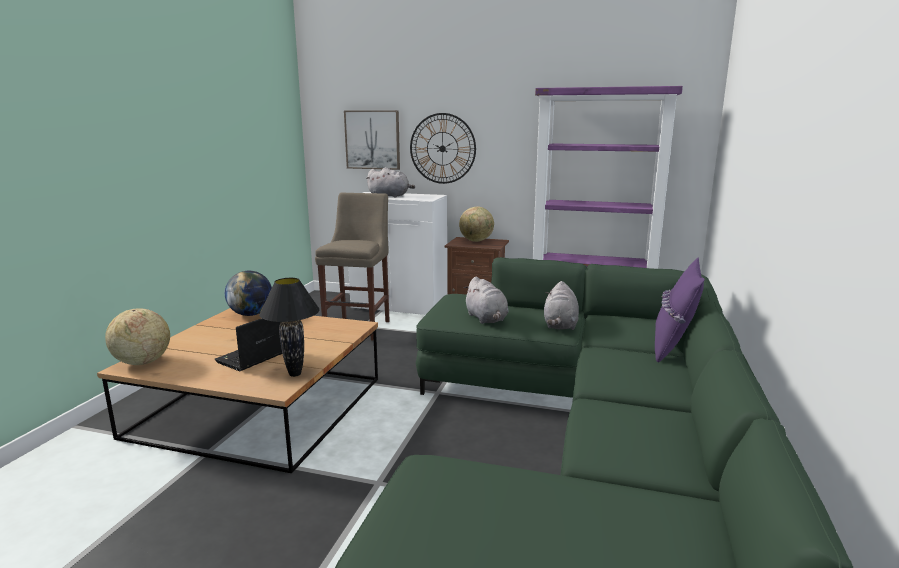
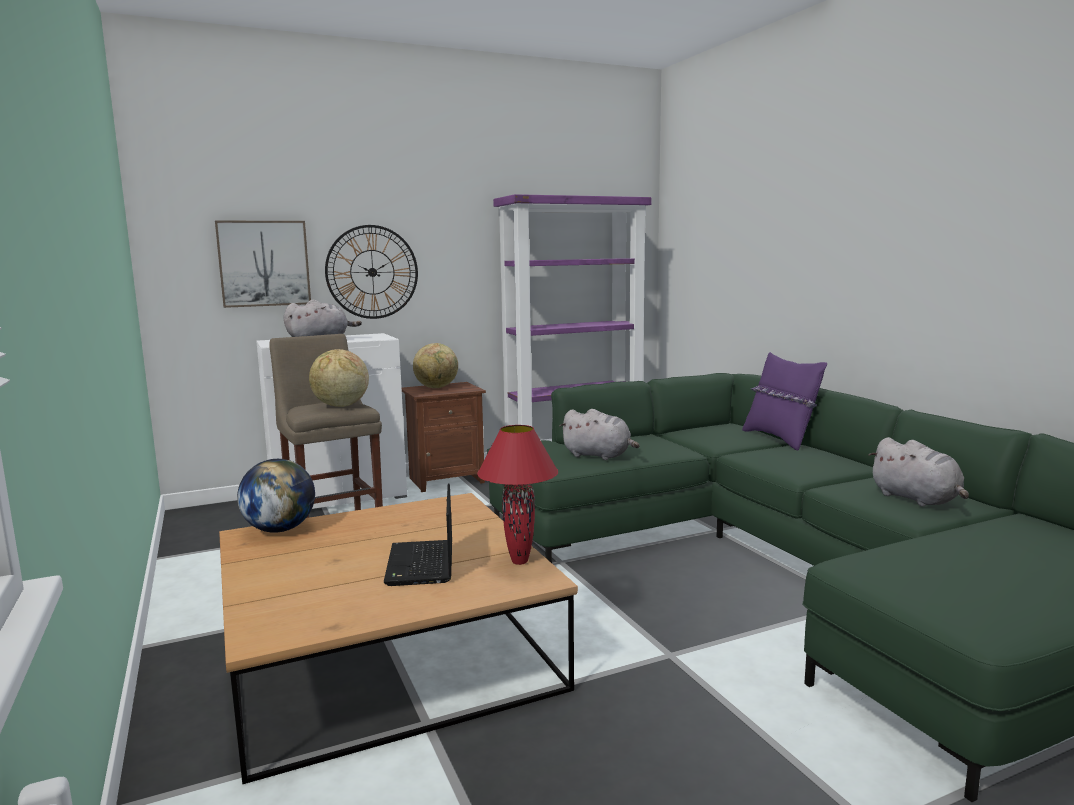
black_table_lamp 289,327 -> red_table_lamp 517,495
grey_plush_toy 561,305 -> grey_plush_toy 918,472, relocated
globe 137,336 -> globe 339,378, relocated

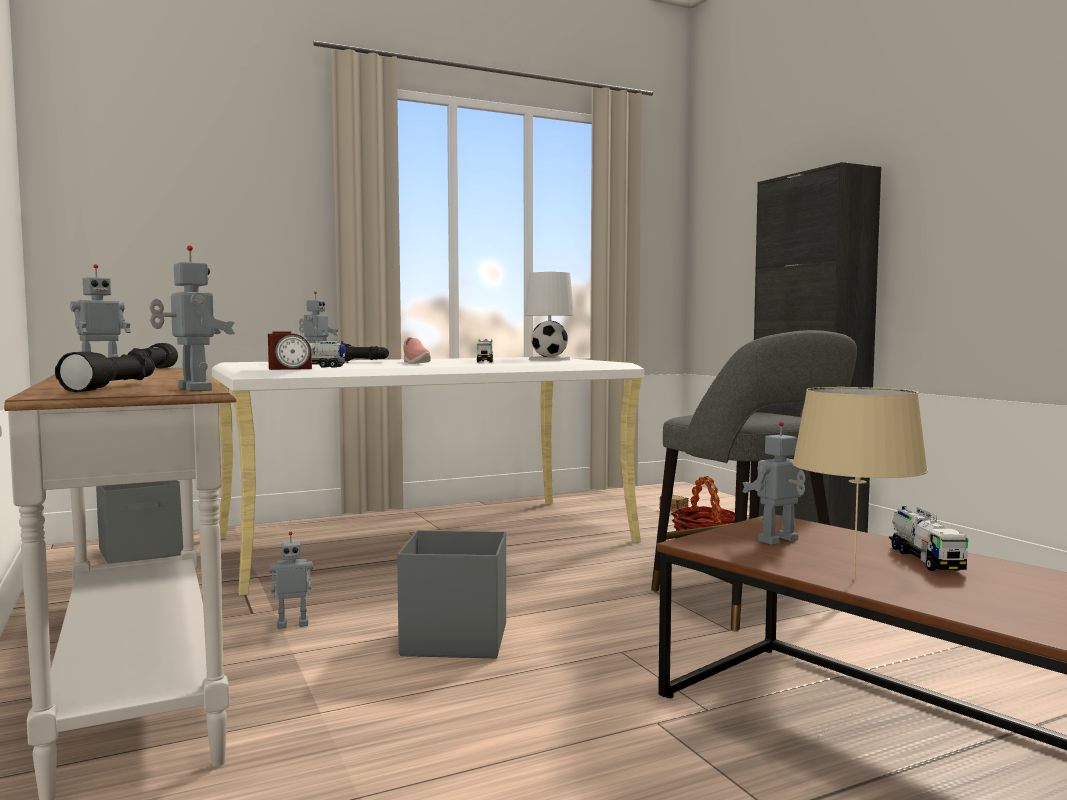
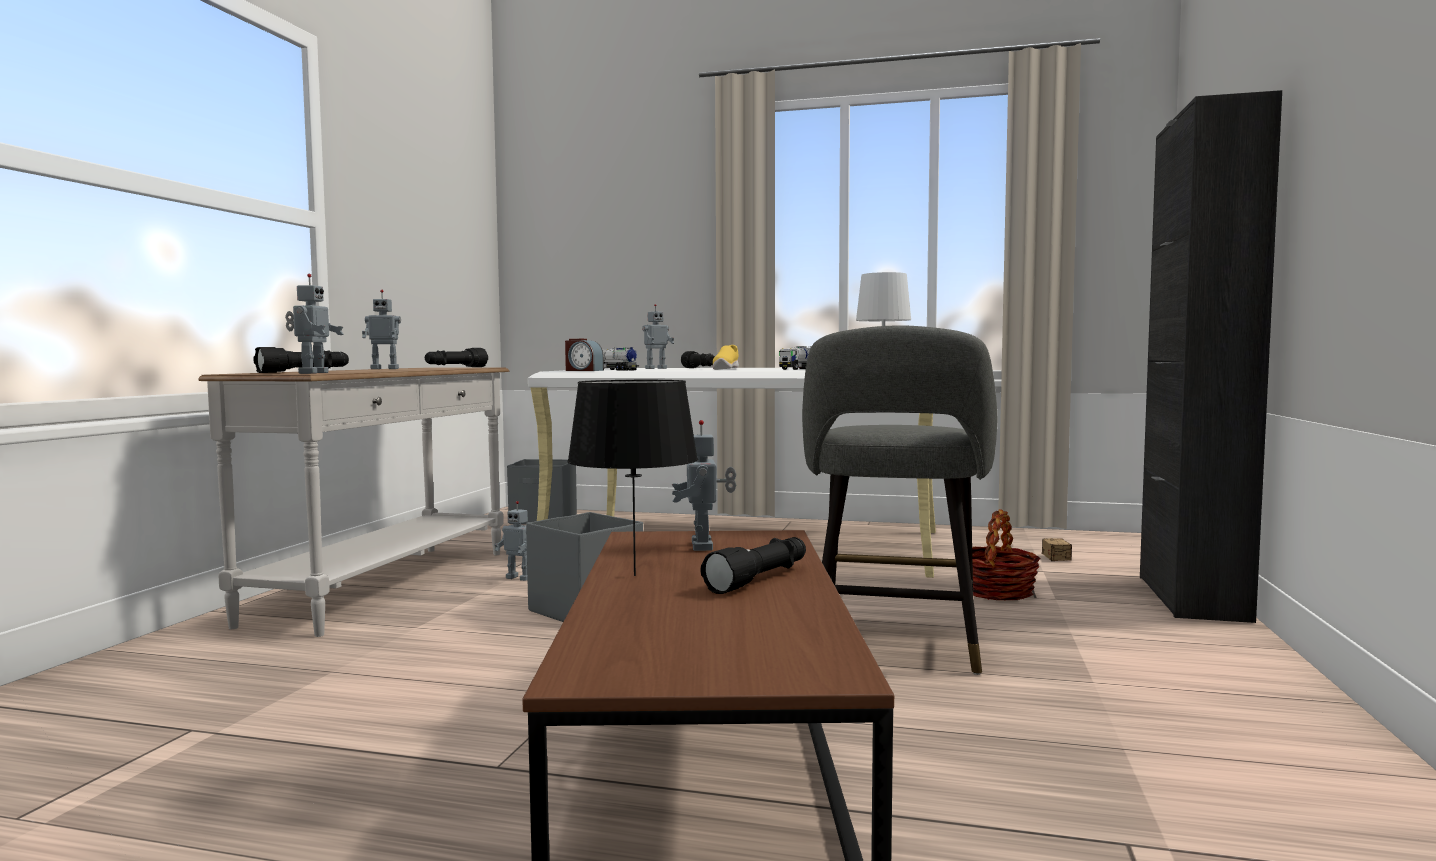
pink_shoe 417,350 -> yellow_shoe 725,357
beige_table_lamp 860,482 -> black_table_lamp 632,478
toy_robot 774,483 -> toy_robot 704,485, 105 degrees counterclockwise
toy_truck 928,538 -> black_flashlight 753,565

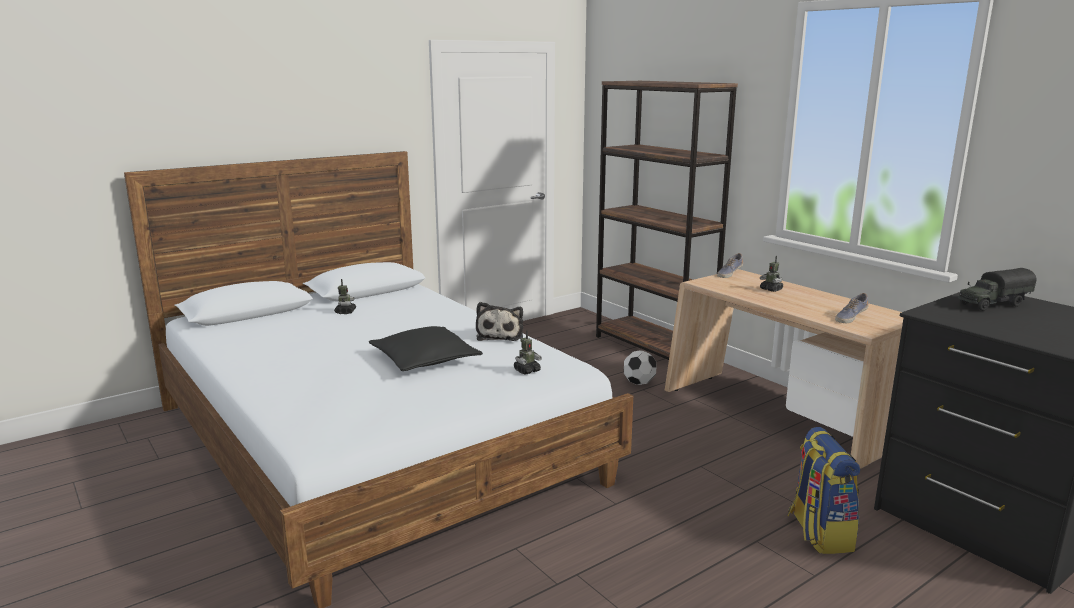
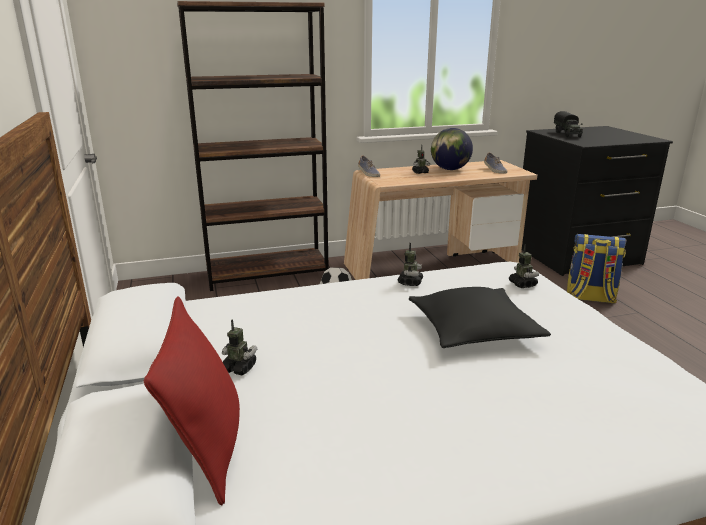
plush_toy 499,321 -> toy_robot 410,264
none -> globe 452,149
none -> red_pillow 192,400

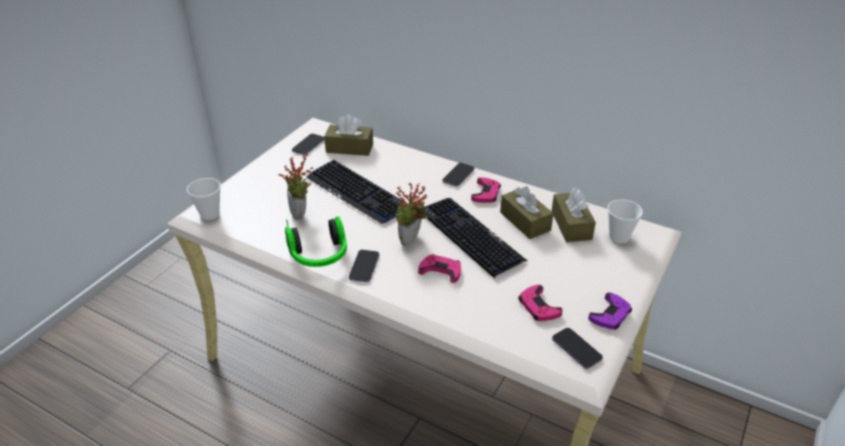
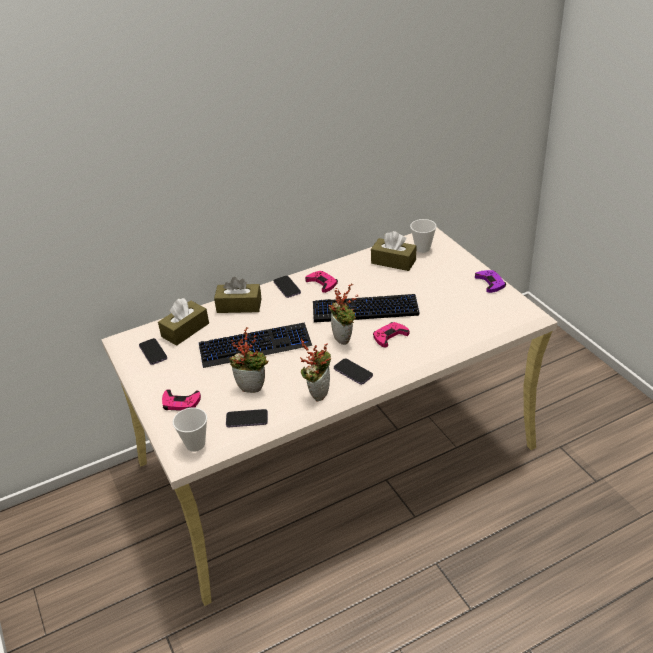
brown_tissue_box 527,213 -> brown_tissue_box 238,295, relocated
headphones 316,241 -> potted_plant 315,370
pink_game_controller 540,303 -> pink_game_controller 181,400, relocated
phone 577,348 -> phone 247,418, relocated

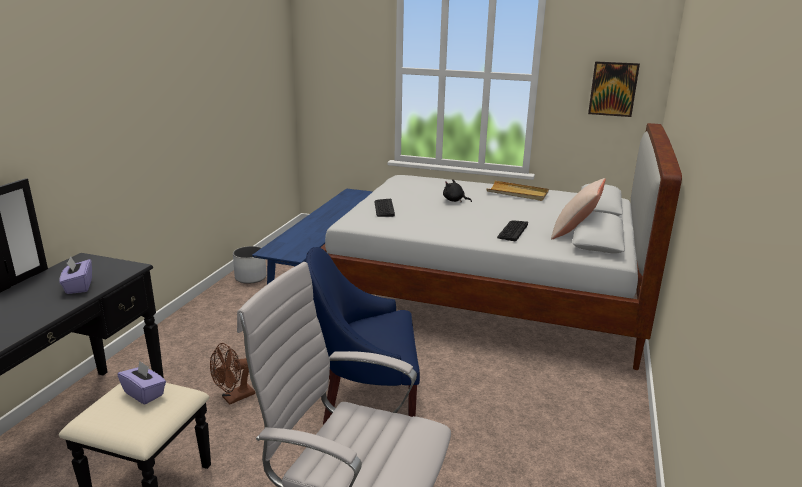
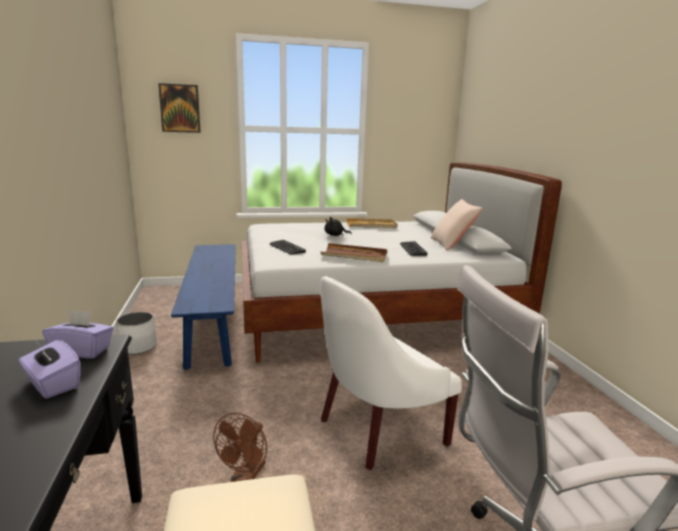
picture 614,89 -> picture 179,108, relocated
blue_armchair 363,336 -> white_armchair 391,373
purple_tissue_box 142,382 -> purple_tissue_box 77,334, relocated
none -> brown_tray 354,252

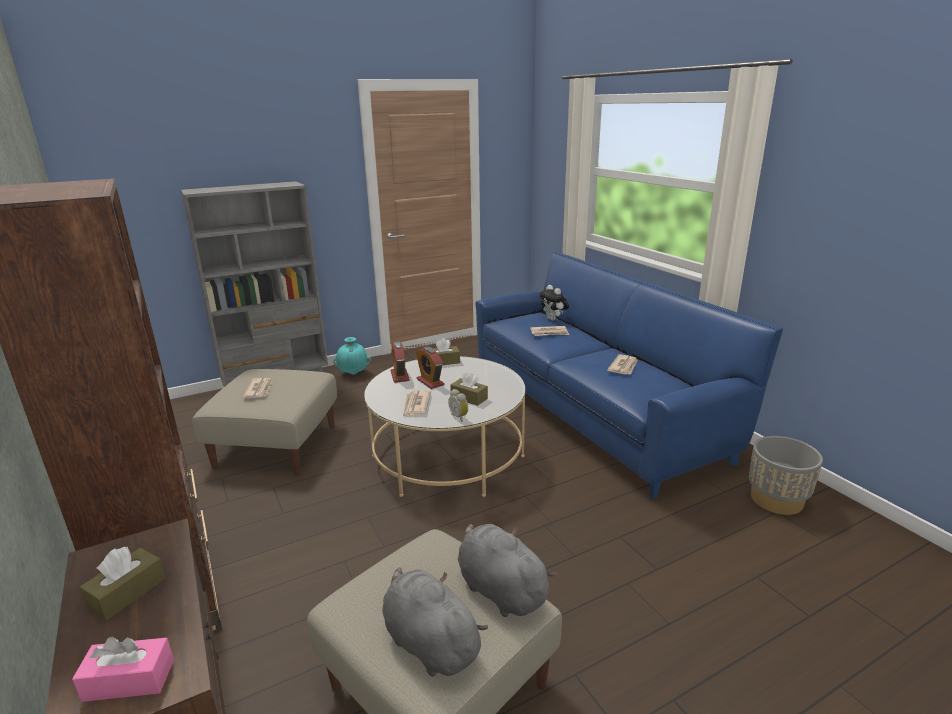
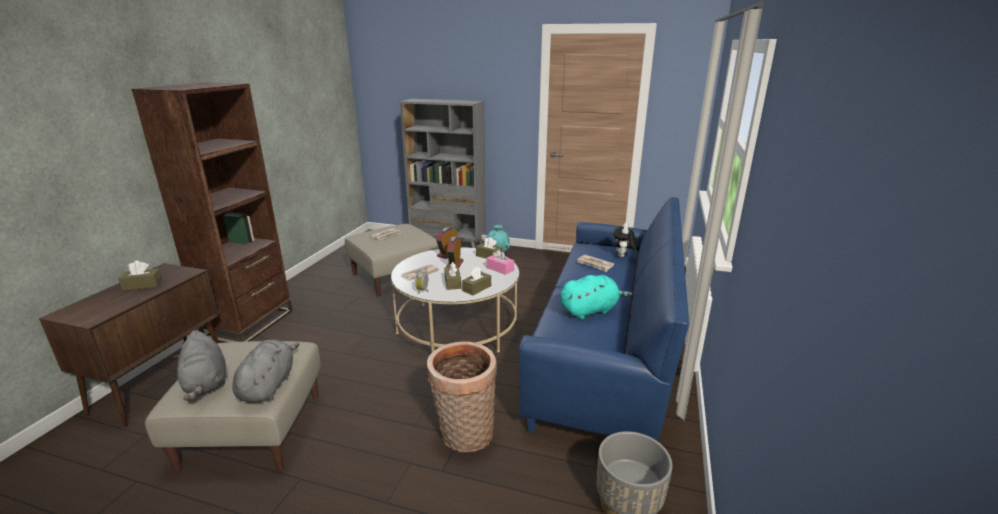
newspaper 622,364 -> turquoise_plush_toy 596,297
grey_plush_toy 435,621 -> grey_plush_toy 199,365, 150 degrees clockwise
pink_tissue_box 123,669 -> pink_tissue_box 500,262, relocated
none -> brown_tissue_box 476,281
none -> basket 462,396

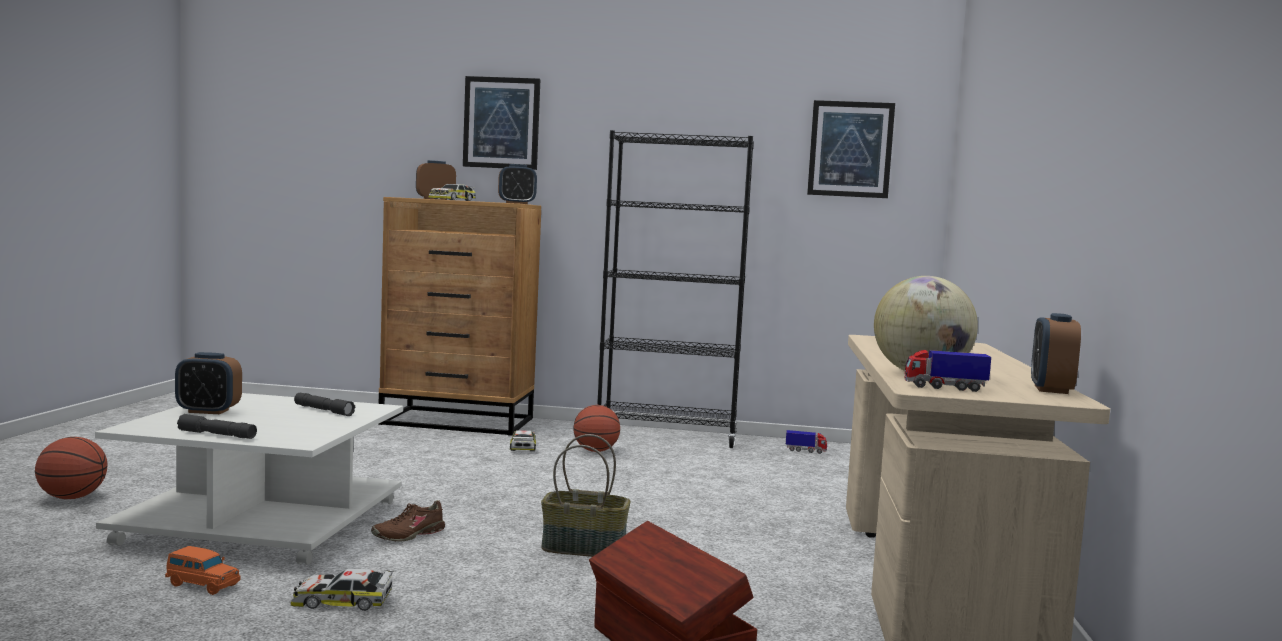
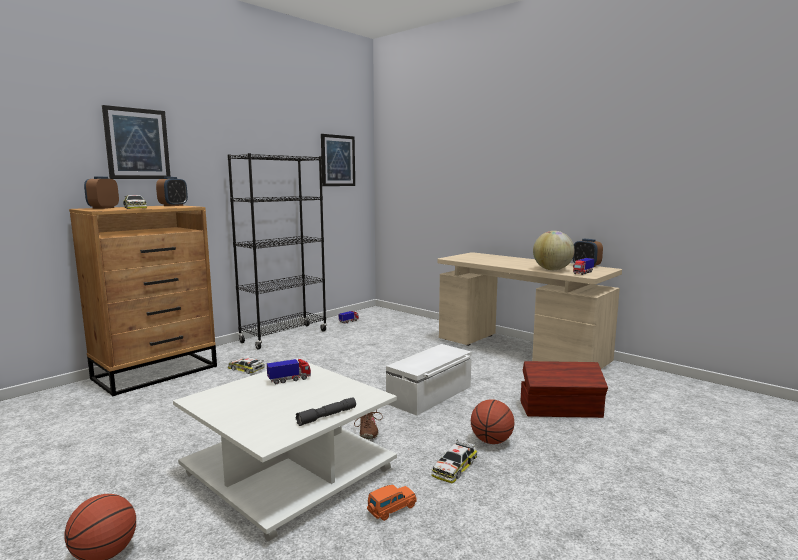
alarm_clock 208,383 -> none
grey_flashlight 324,404 -> toy_truck 289,371
basketball 596,428 -> basketball 492,421, relocated
basket 586,495 -> white_storage_box 429,380

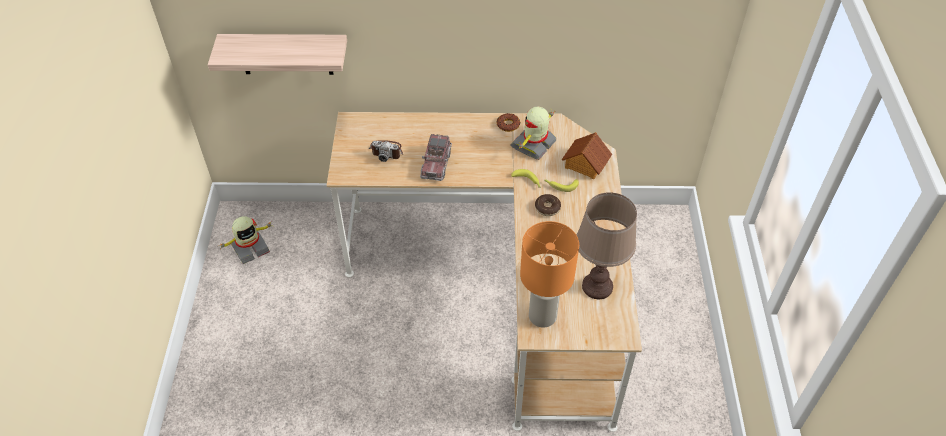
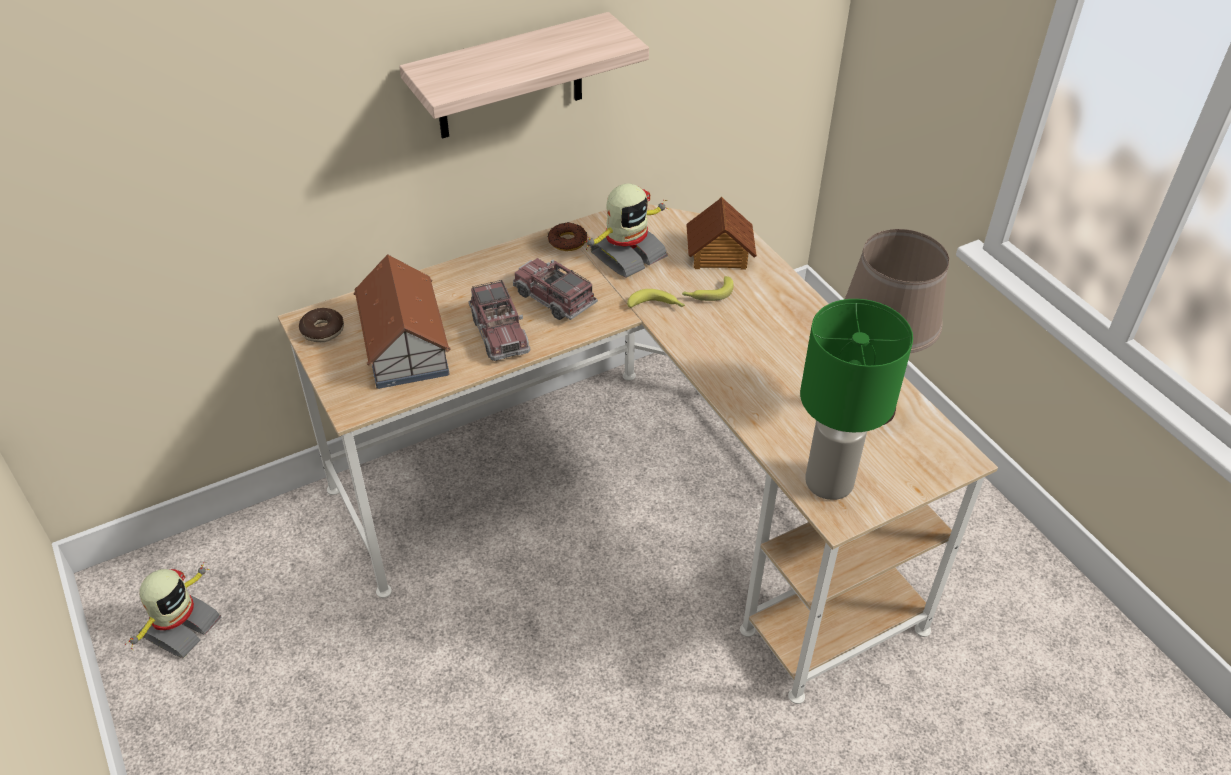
shelf 277,54 -> shelf 524,75, relocated
toy_robot 533,133 -> toy_robot 625,230, 135 degrees counterclockwise
photo_camera 386,151 -> toy_house 402,321
donut 548,205 -> donut 321,325, relocated
orange_table_lamp 549,274 -> green_table_lamp 856,399
none -> toy_truck 555,289

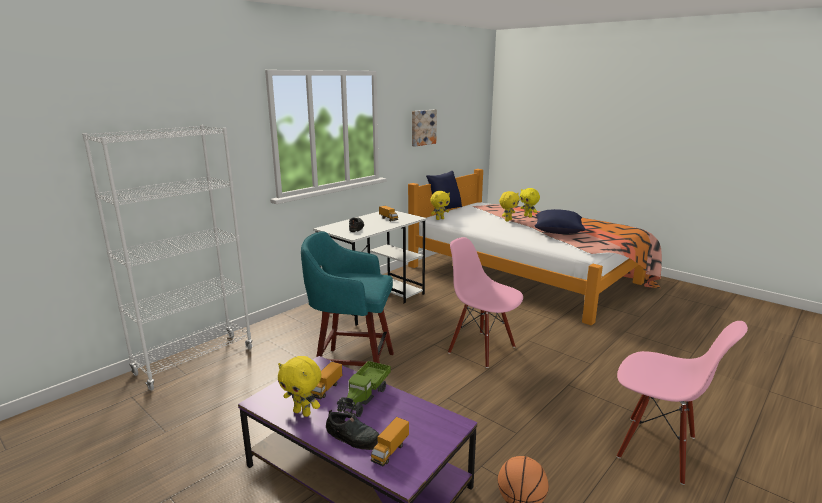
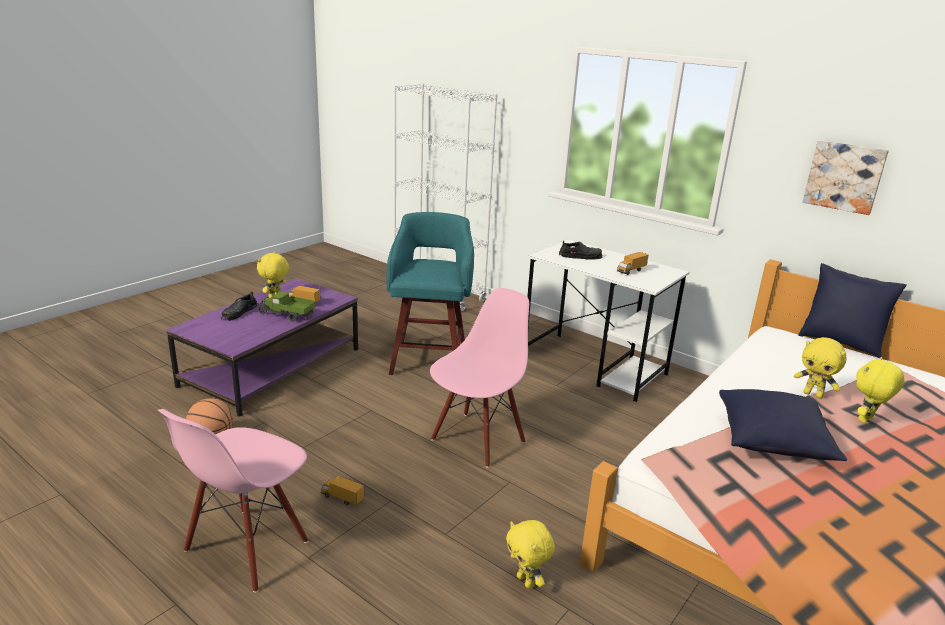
yellow_plush_toy 440,205 -> yellow_plush_toy 530,554, relocated
toy_truck 390,441 -> toy_truck 342,490, relocated

